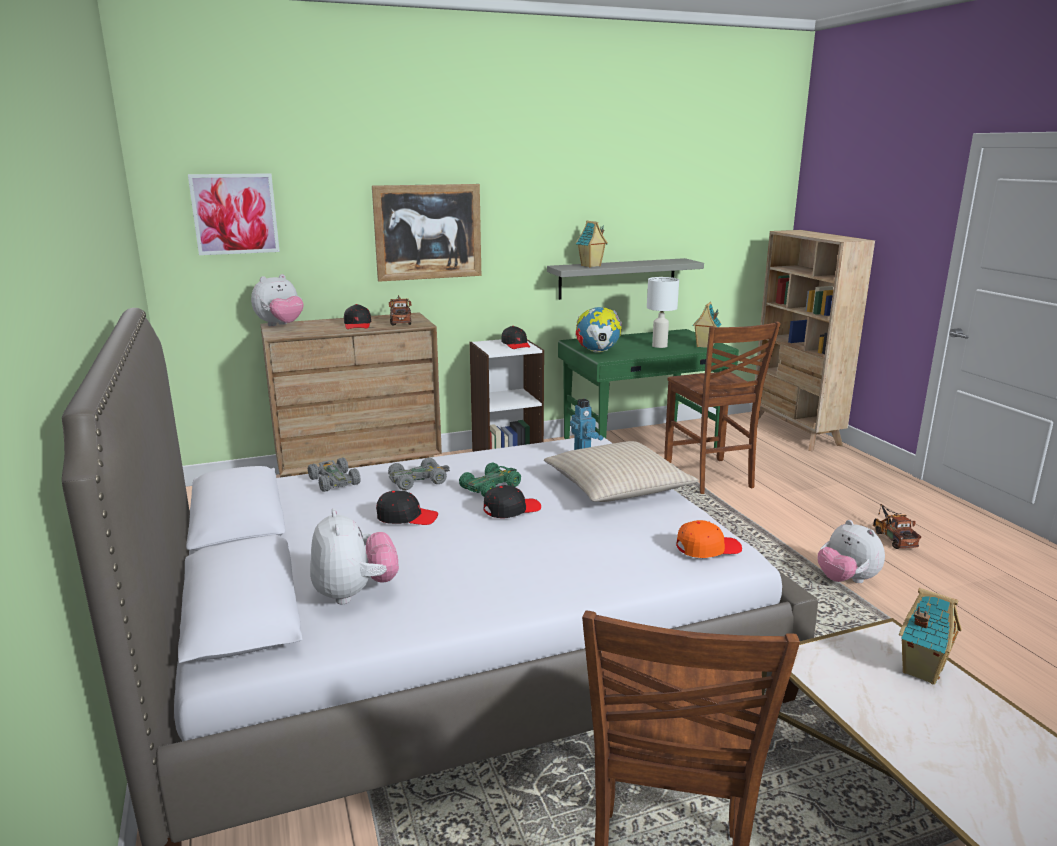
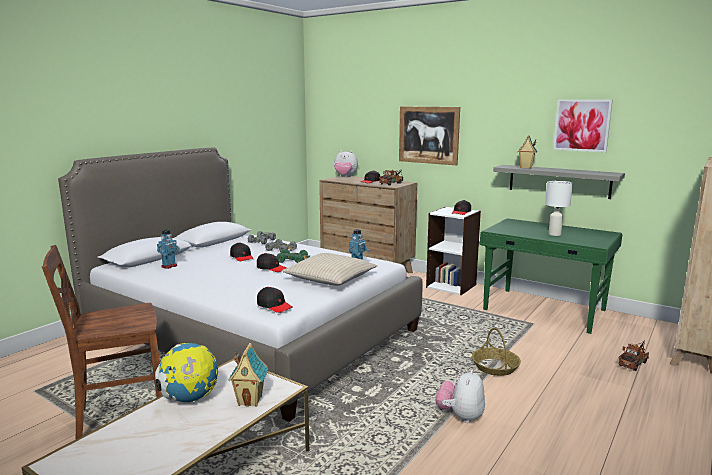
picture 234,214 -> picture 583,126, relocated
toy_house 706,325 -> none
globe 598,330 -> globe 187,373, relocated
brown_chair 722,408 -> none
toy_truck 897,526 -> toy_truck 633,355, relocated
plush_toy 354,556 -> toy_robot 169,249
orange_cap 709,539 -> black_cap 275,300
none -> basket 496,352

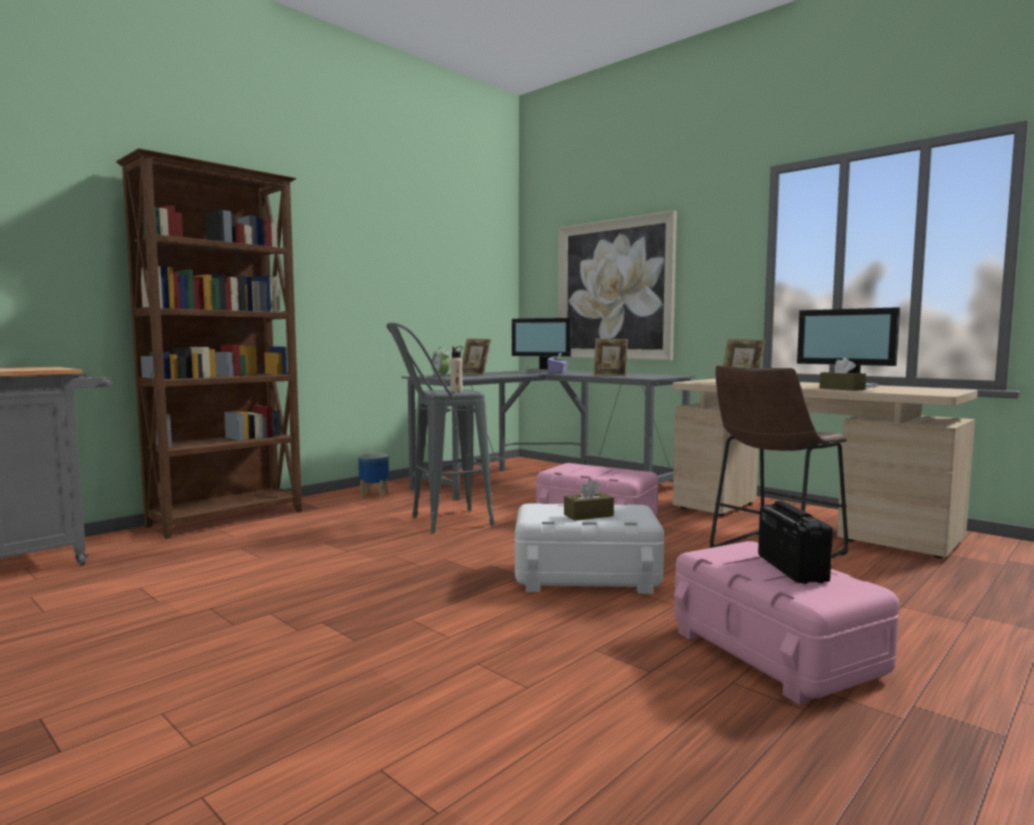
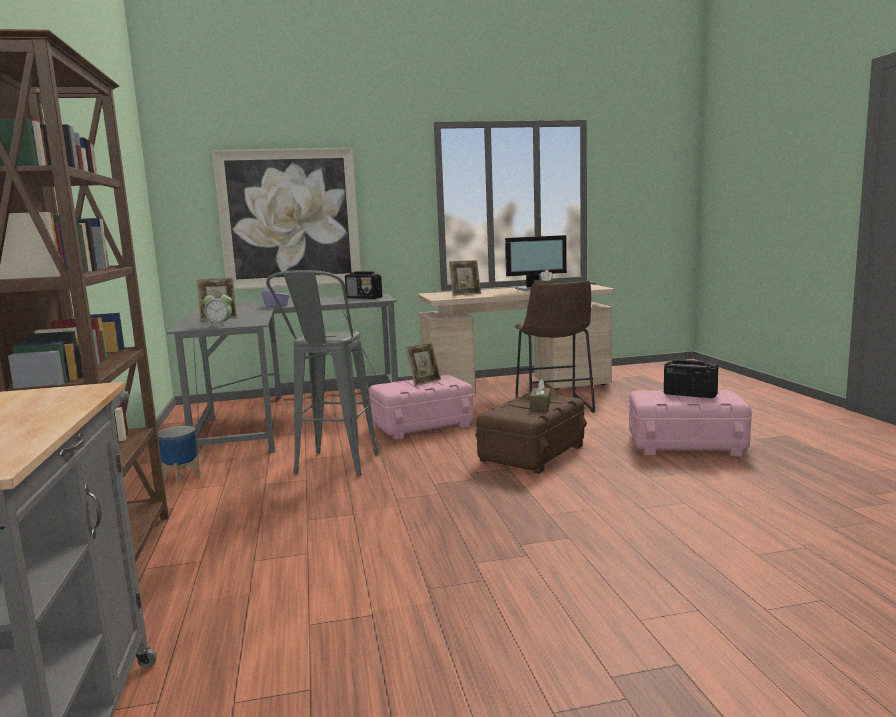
monitor 542,345 -> none
picture_frame 610,357 -> picture_frame 423,364, relocated
beige_bottle 456,369 -> none
white_storage_box 589,548 -> brown_storage_box 531,433
none -> radio 363,285

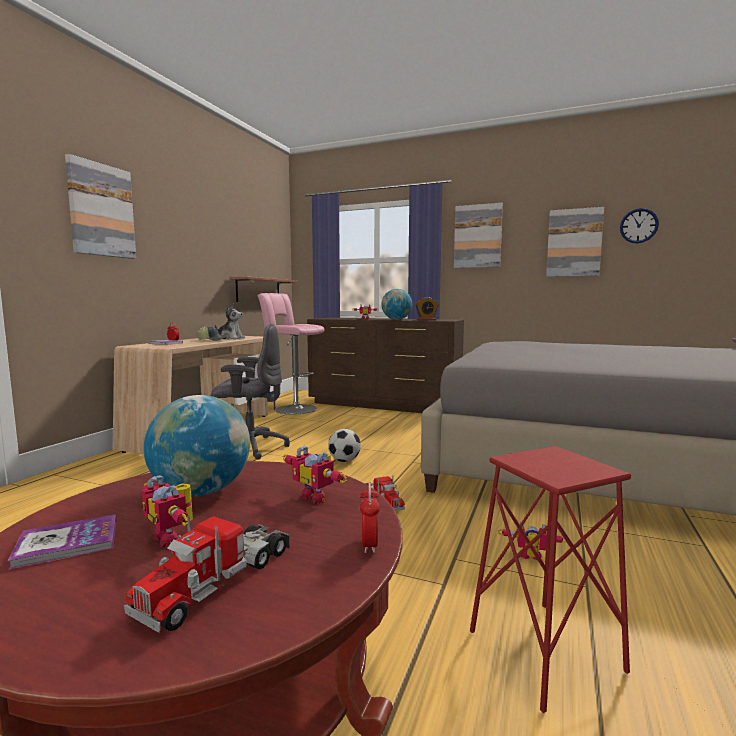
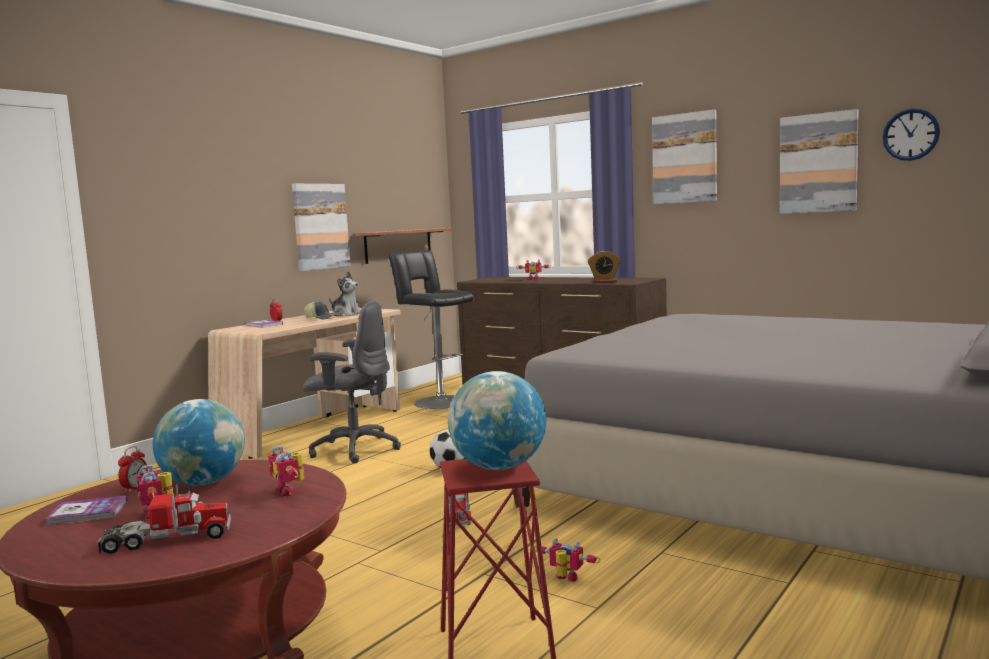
picture 100,206 -> picture 321,227, relocated
globe 396,304 -> globe 497,420, relocated
pink_stool 291,353 -> black_stool 431,329
alarm_clock 370,518 -> alarm_clock 133,469, relocated
toy_truck 207,574 -> toy_truck 164,519, 150 degrees counterclockwise

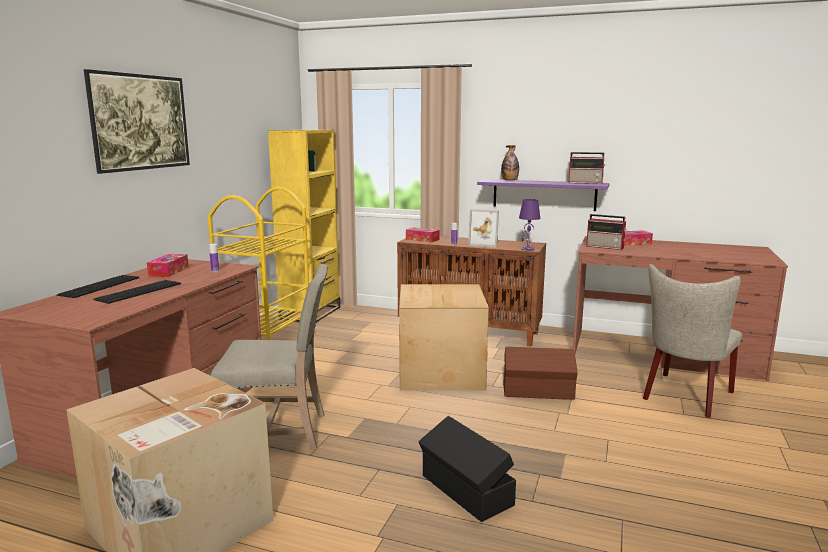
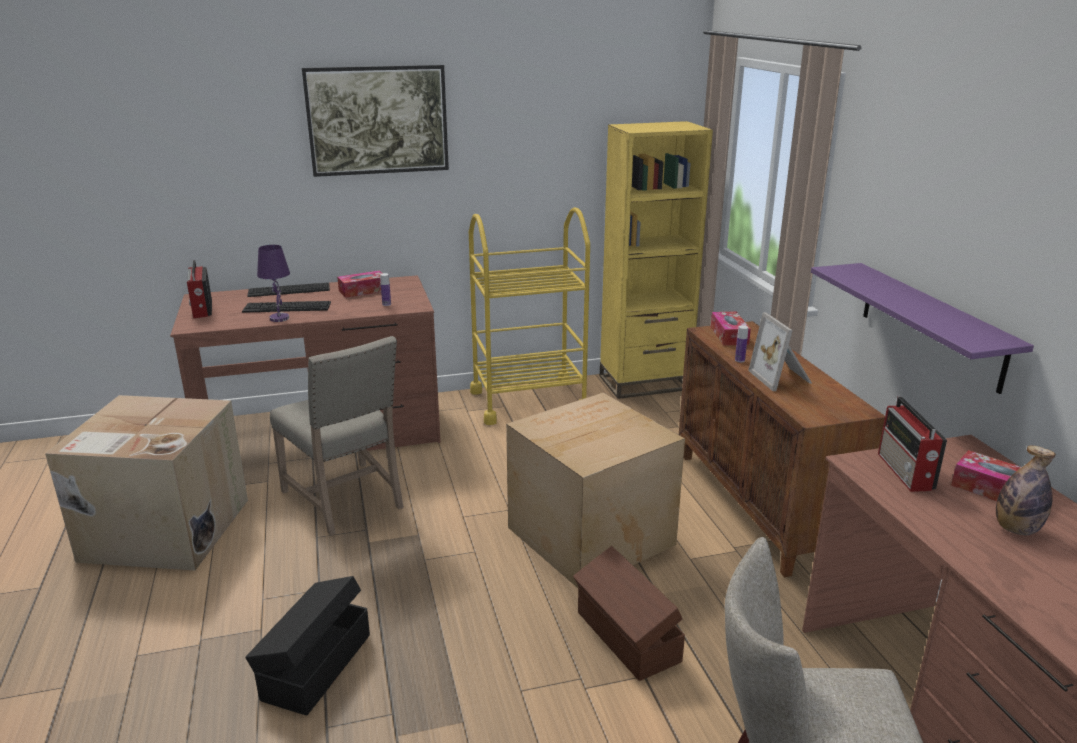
bottle 510,163 -> bottle 1026,490, relocated
radio 587,168 -> radio 199,289, relocated
purple_table_lamp 529,225 -> purple_table_lamp 273,283, relocated

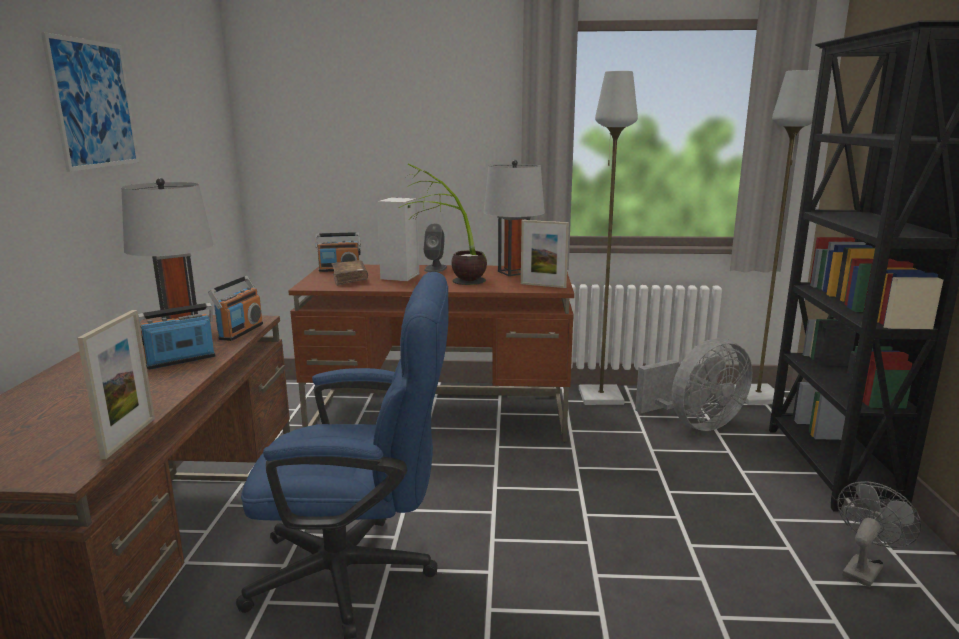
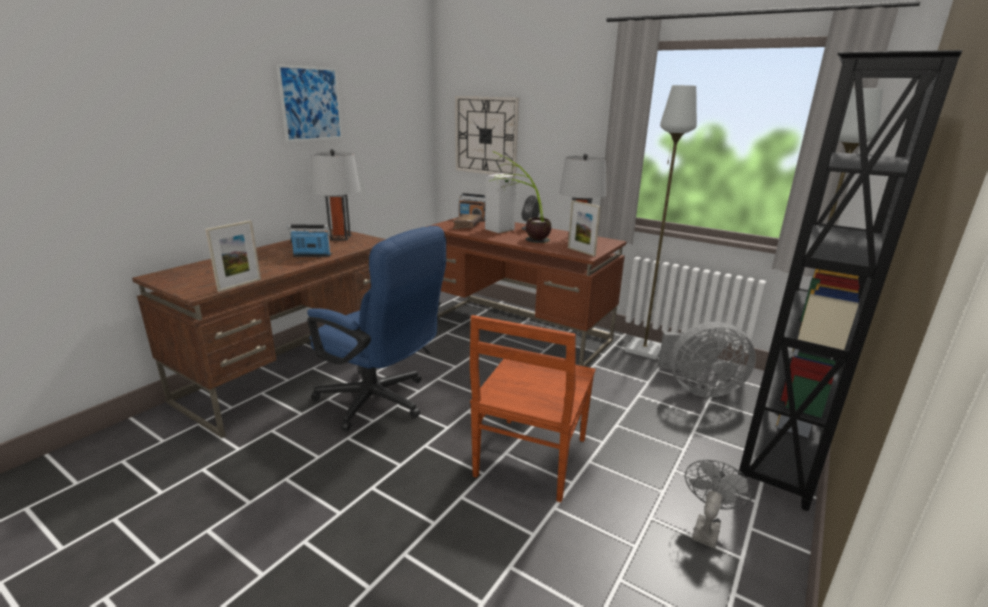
radio 235,308 -> none
grey_fan 879,534 -> grey_fan 719,504, 45 degrees counterclockwise
none -> wall_clock 487,136
none -> brown_chair 533,408

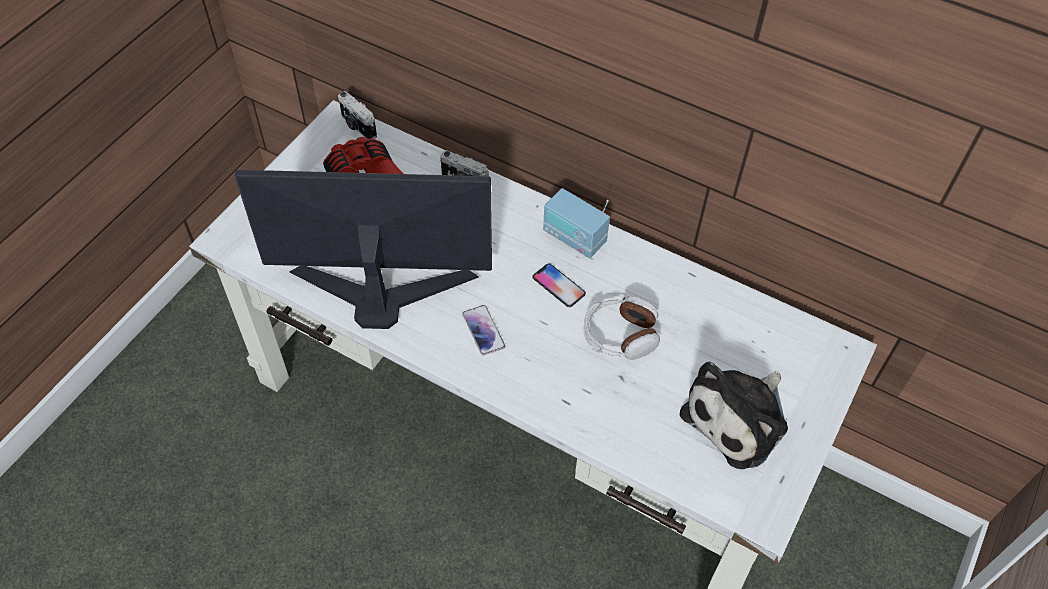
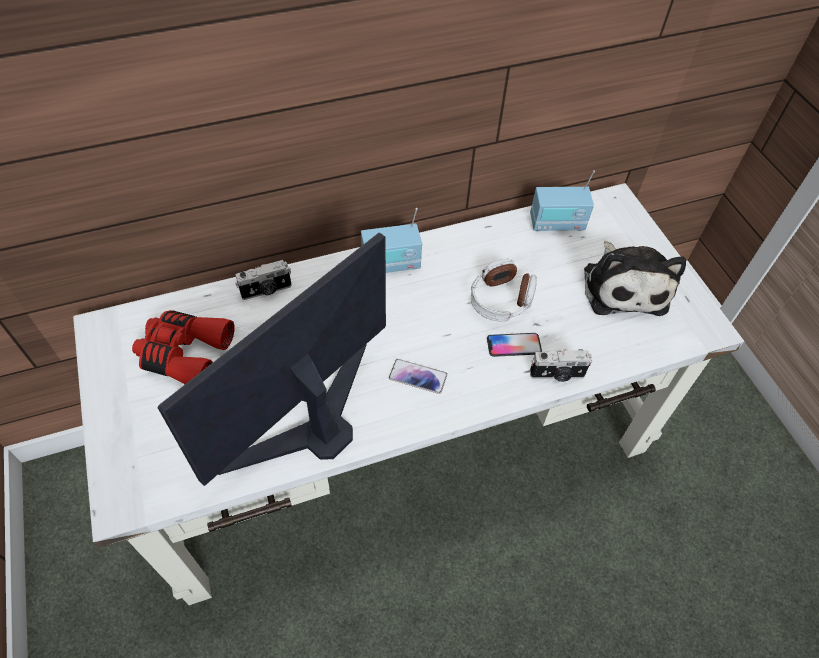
photo_camera 357,115 -> photo_camera 561,365, relocated
phone 559,285 -> phone 514,345, relocated
none -> radio 562,200

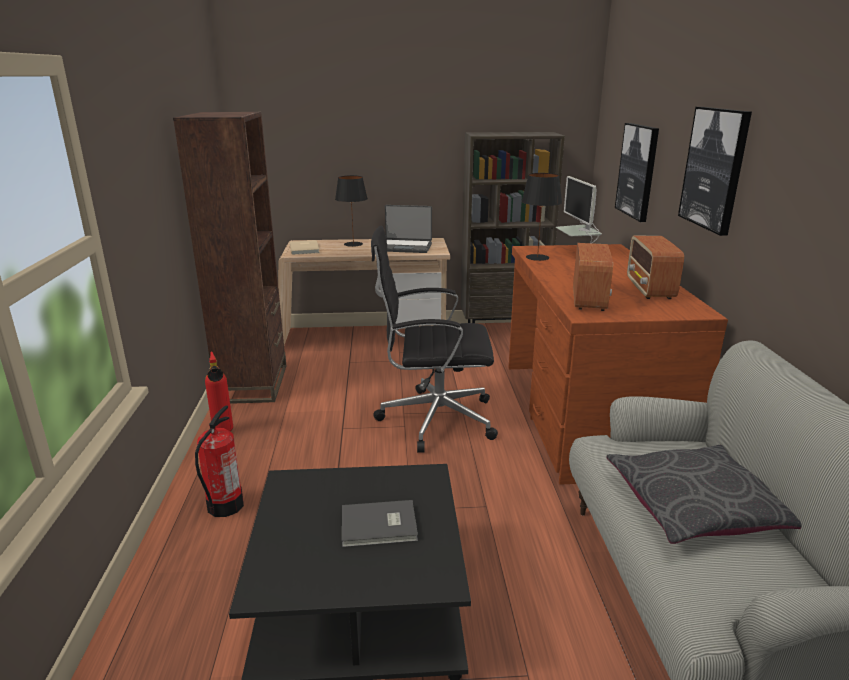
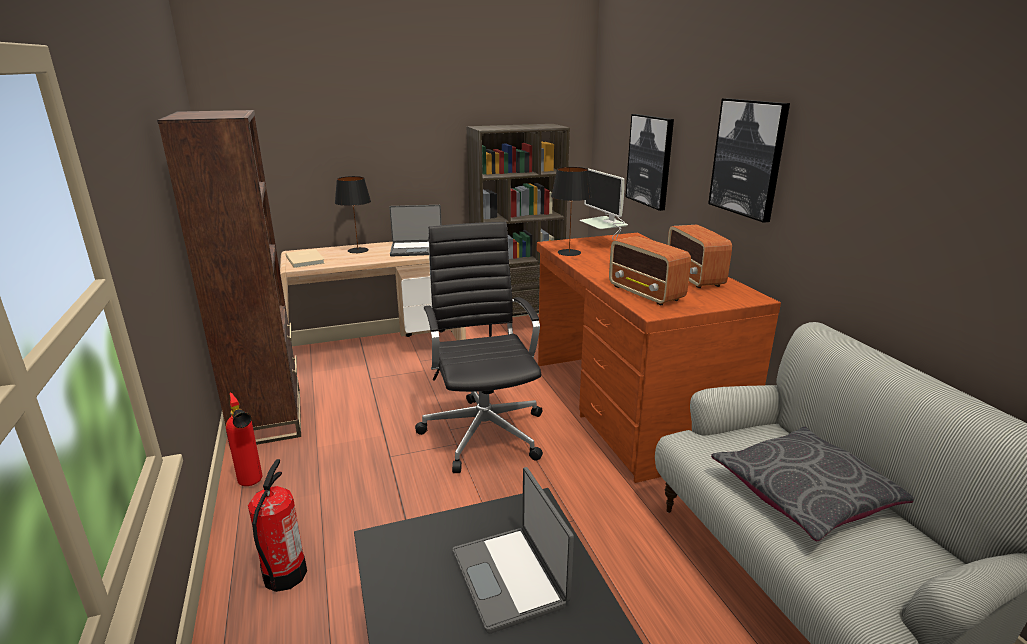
black_office_chair 434,339 -> black_office_chair 479,347, 90 degrees clockwise
radio 593,277 -> radio 650,271, 150 degrees clockwise
grey_book 380,523 -> laptop 513,550

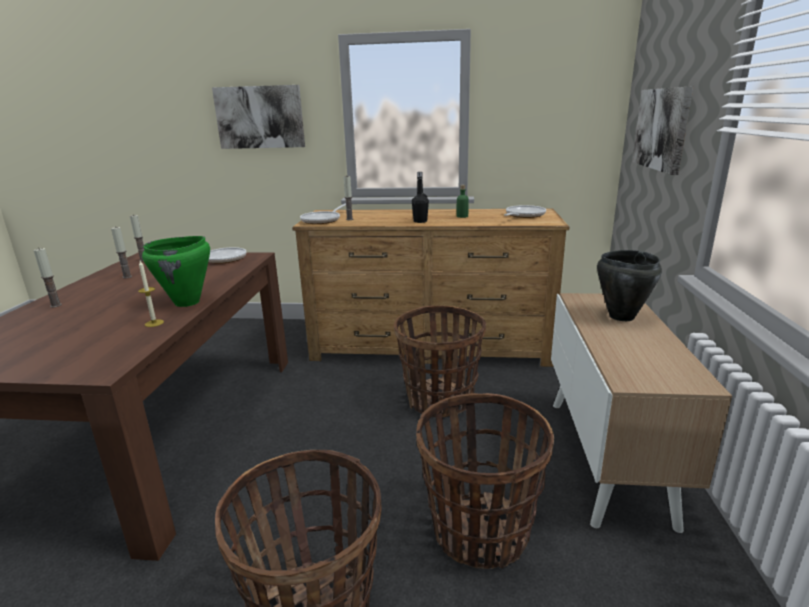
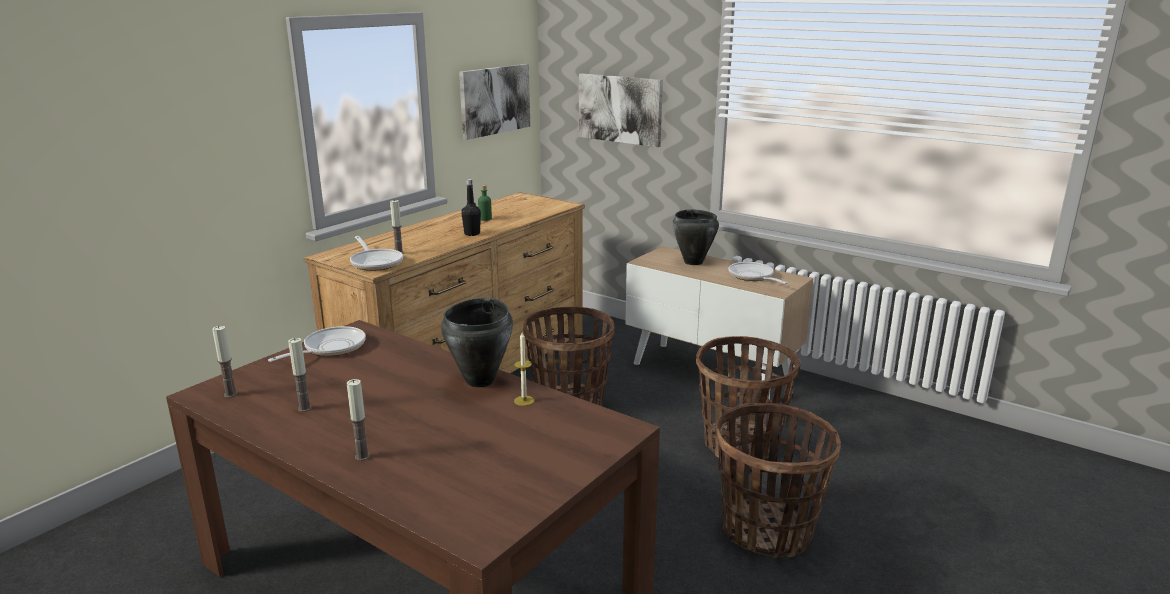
picture 258,117 -> picture 494,102, relocated
frying_pan 525,211 -> frying_pan 758,273, relocated
green_cooking_pot 176,271 -> black_cooking_pot 477,342

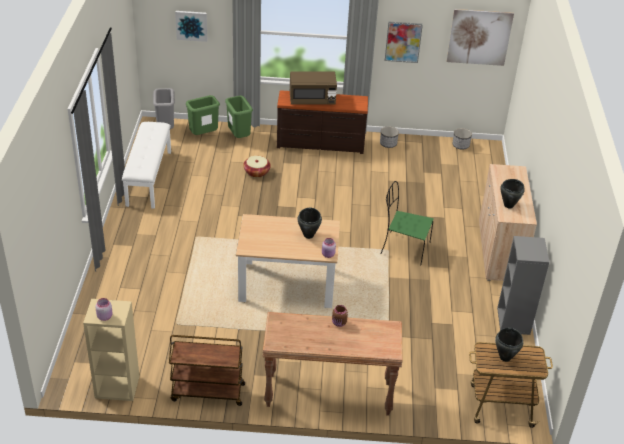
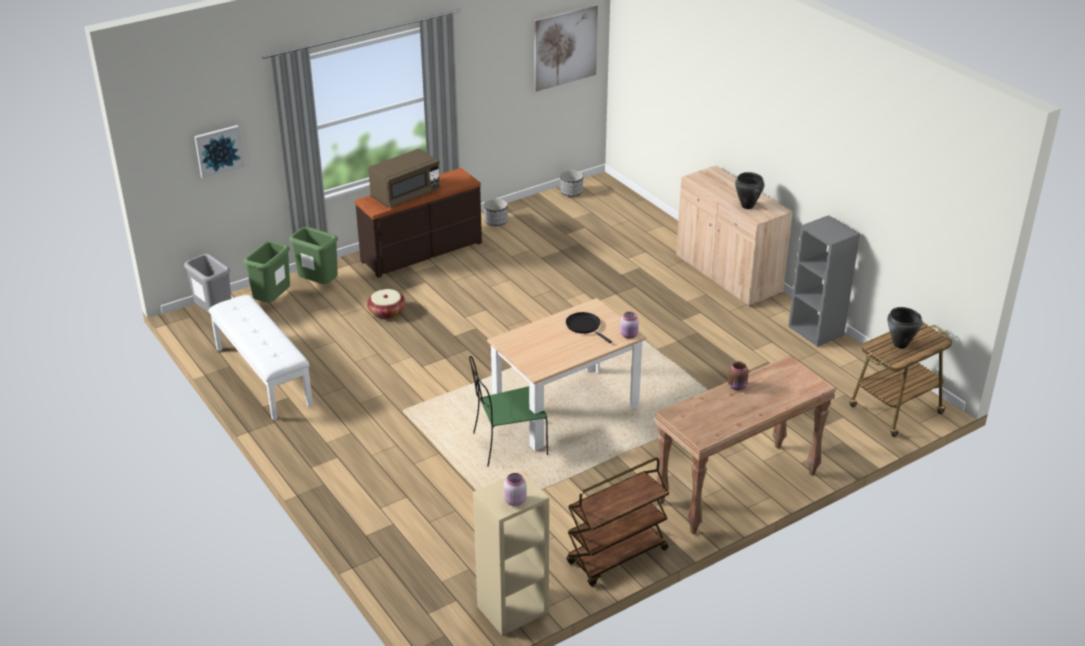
picture 404,42 -> none
green_chair 407,223 -> green_chair 508,411, relocated
black_cooking_pot 310,223 -> black_frying_pan 589,327

